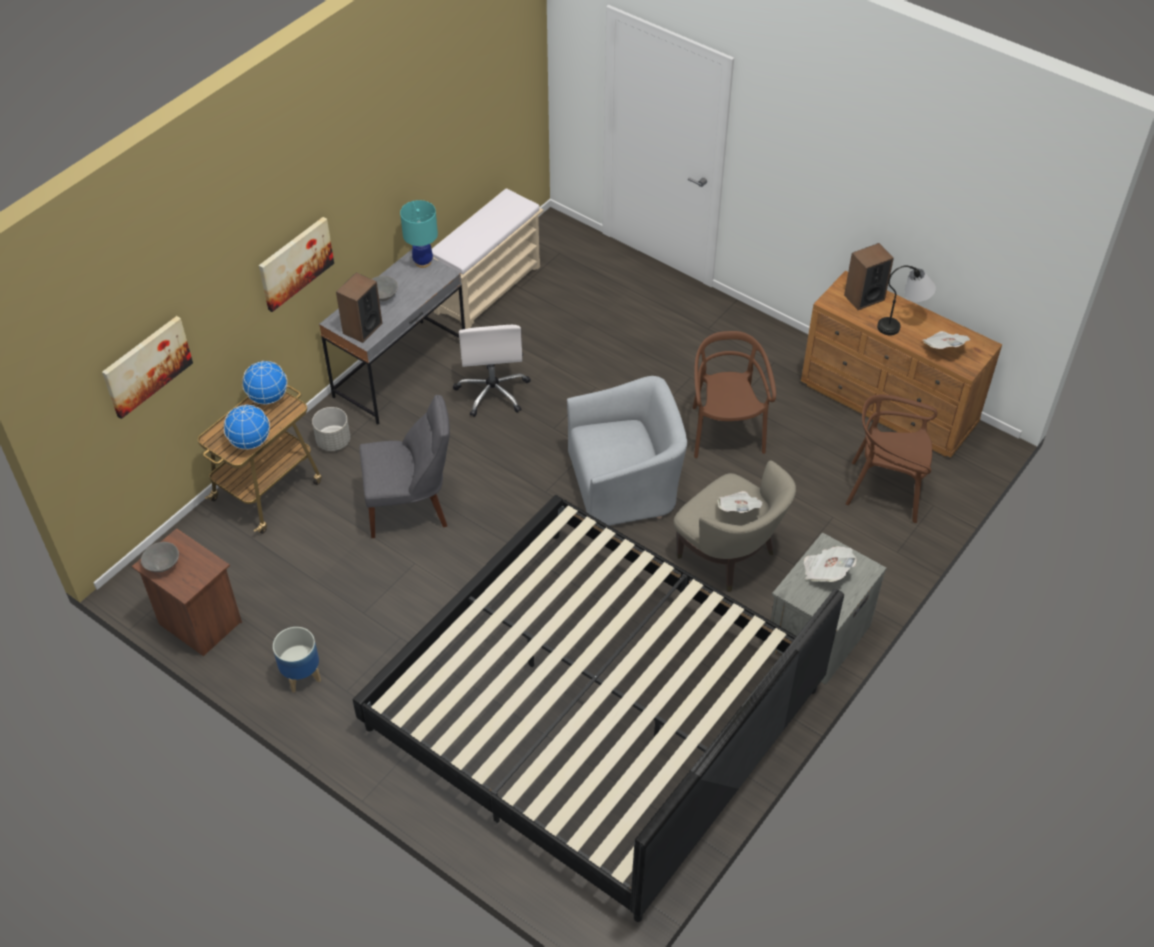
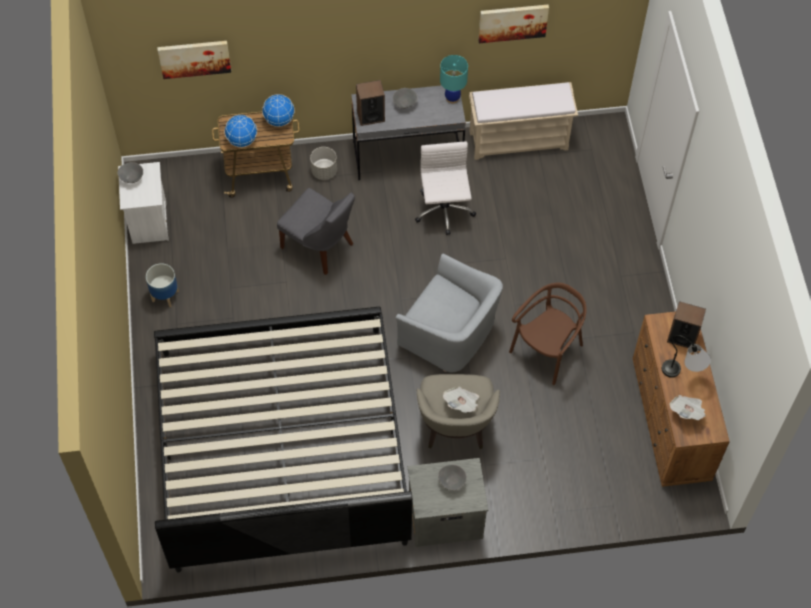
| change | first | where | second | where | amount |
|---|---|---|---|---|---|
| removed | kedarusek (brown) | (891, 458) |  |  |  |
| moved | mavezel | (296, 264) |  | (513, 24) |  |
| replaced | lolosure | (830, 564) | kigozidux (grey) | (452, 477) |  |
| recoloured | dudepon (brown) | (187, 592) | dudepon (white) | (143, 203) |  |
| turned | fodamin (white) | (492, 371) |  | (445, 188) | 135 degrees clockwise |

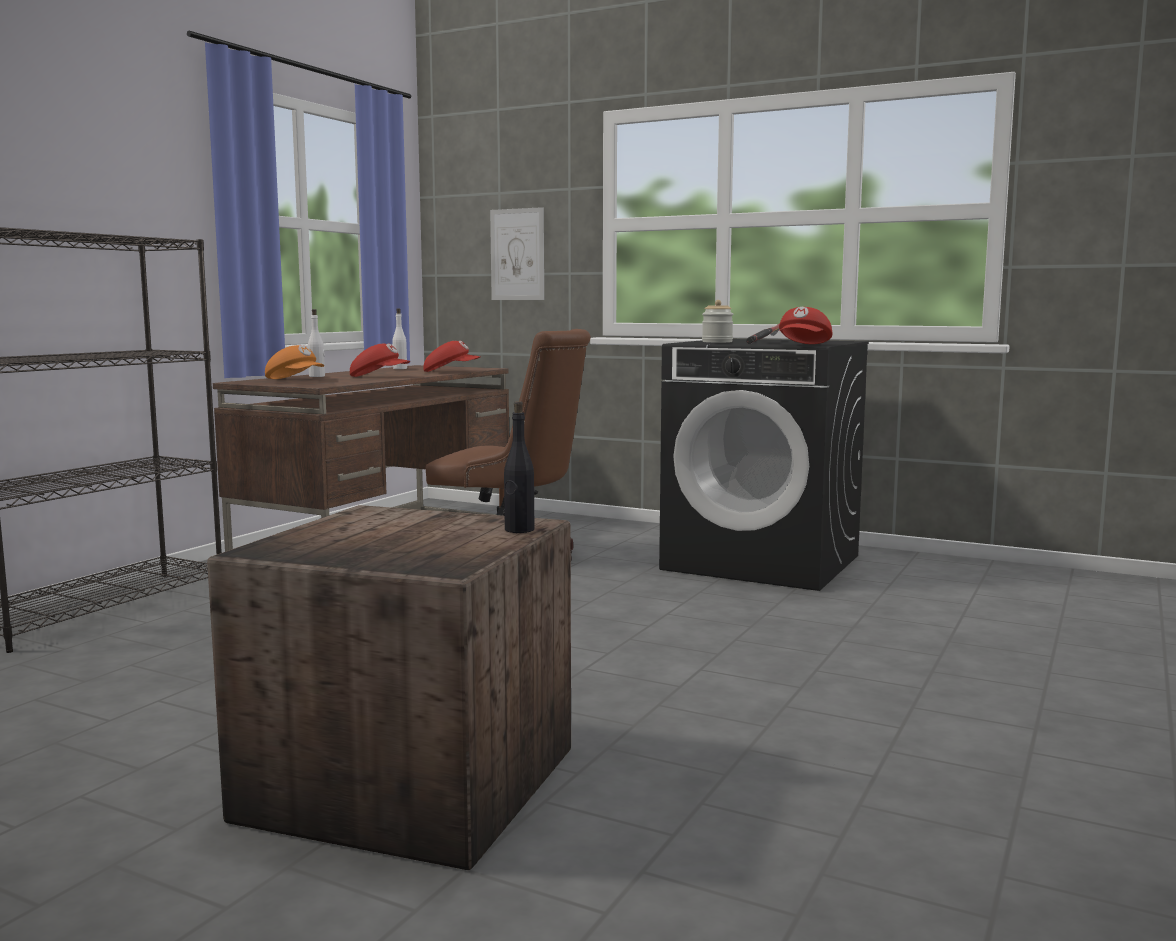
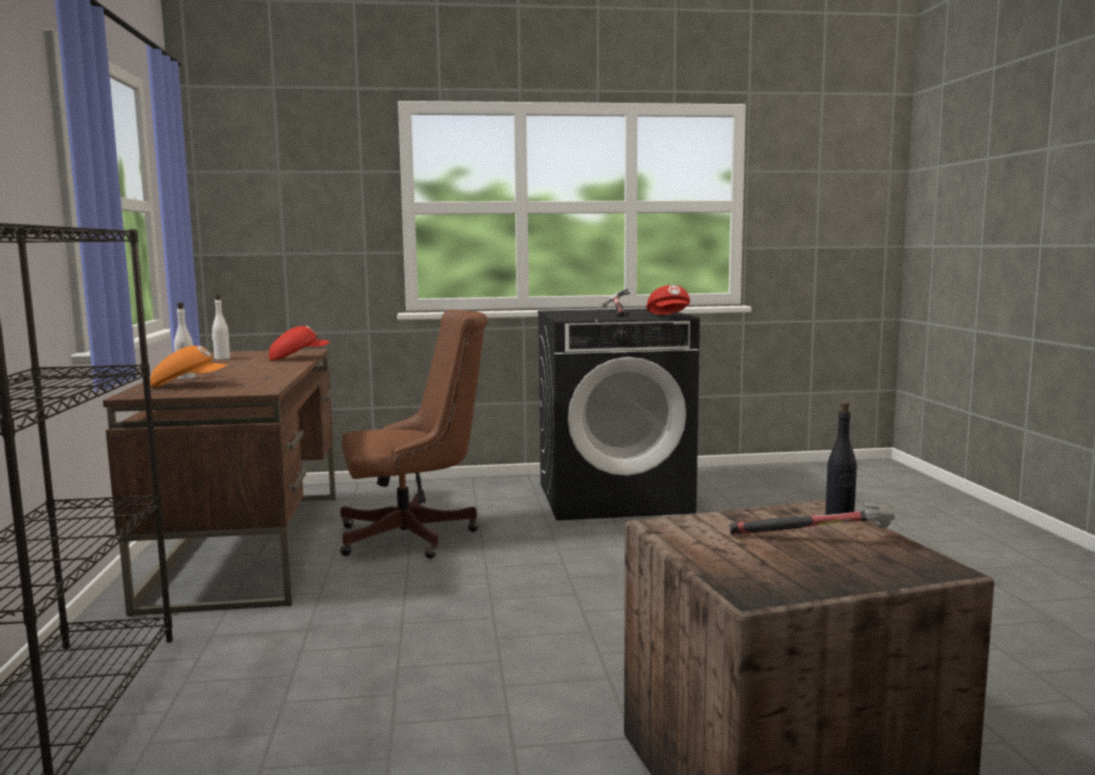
| change | first | where | second | where | amount |
|---|---|---|---|---|---|
| removed | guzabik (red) | (380, 360) |  |  |  |
| removed | mavezel | (517, 253) |  |  |  |
| removed | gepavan | (717, 321) |  |  |  |
| added |  |  | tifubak | (812, 518) |  |

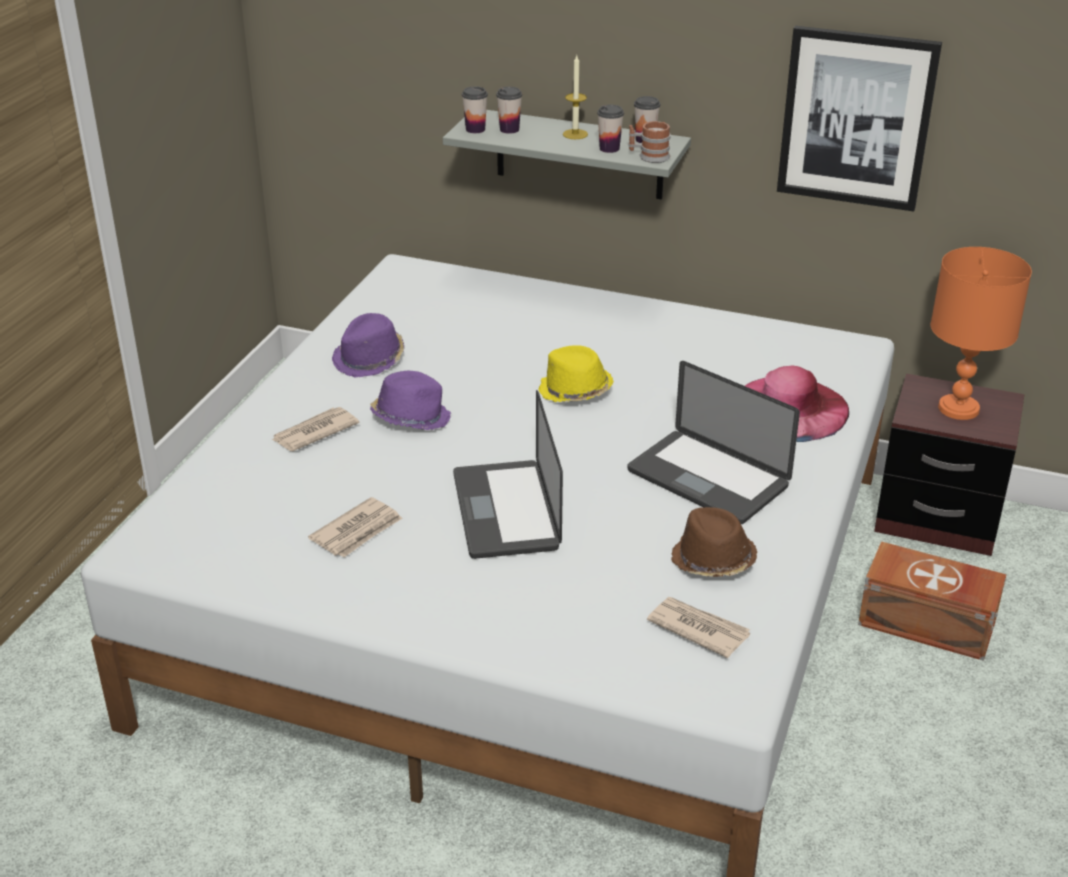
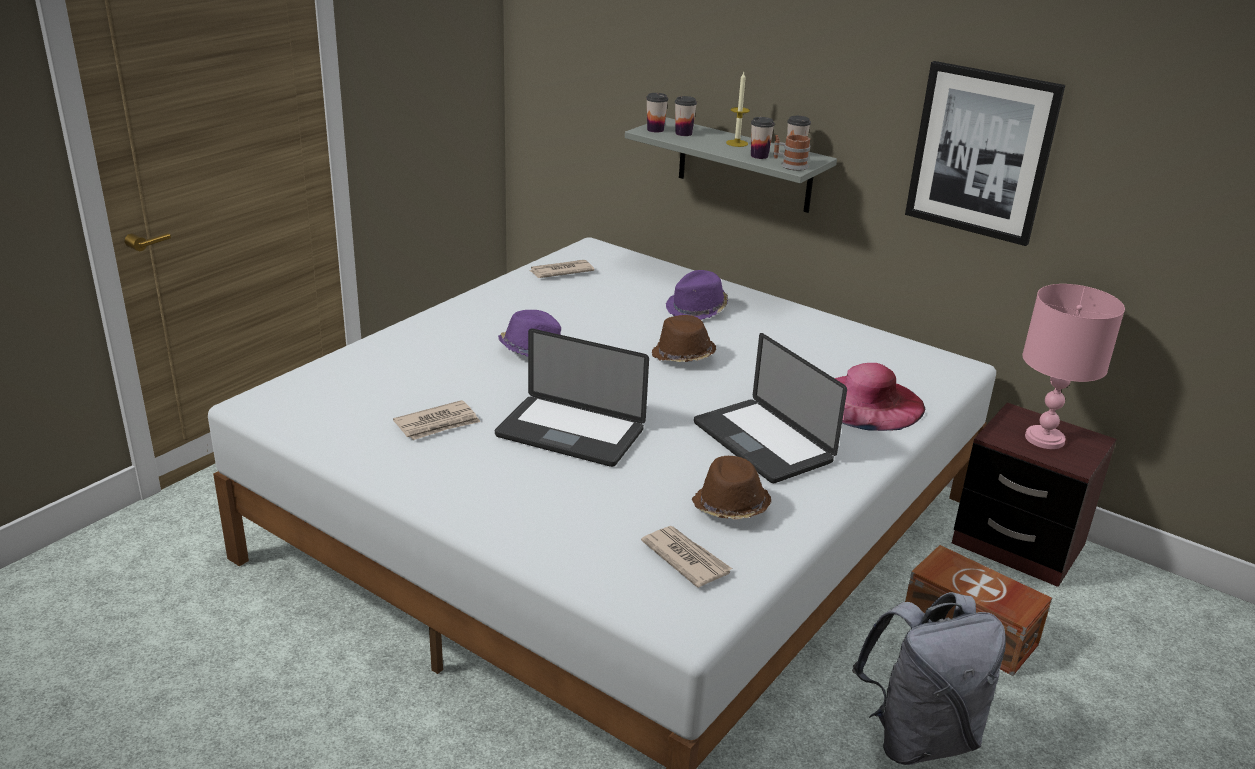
| change | first | where | second | where | amount |
|---|---|---|---|---|---|
| added |  |  | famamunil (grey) | (929, 678) |  |
| moved | lolosure | (316, 429) |  | (561, 269) |  |
| moved | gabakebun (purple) | (368, 345) |  | (697, 295) |  |
| recoloured | gabakebun (yellow) | (576, 373) | gabakebun (brown) | (684, 338) |  |
| recoloured | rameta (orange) | (981, 333) | rameta (pink) | (1073, 366) |  |
| turned | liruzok | (508, 474) |  | (572, 398) | 75 degrees counterclockwise |

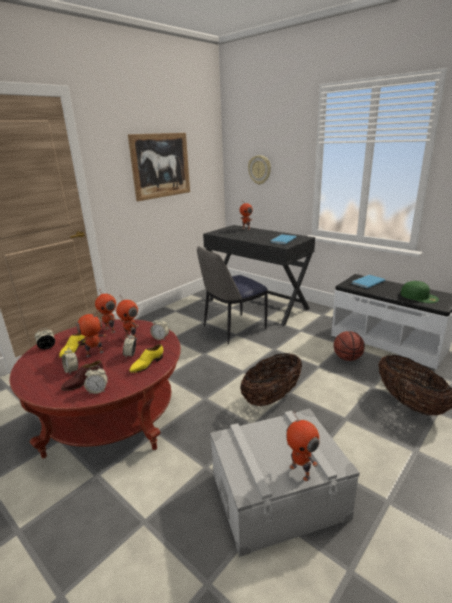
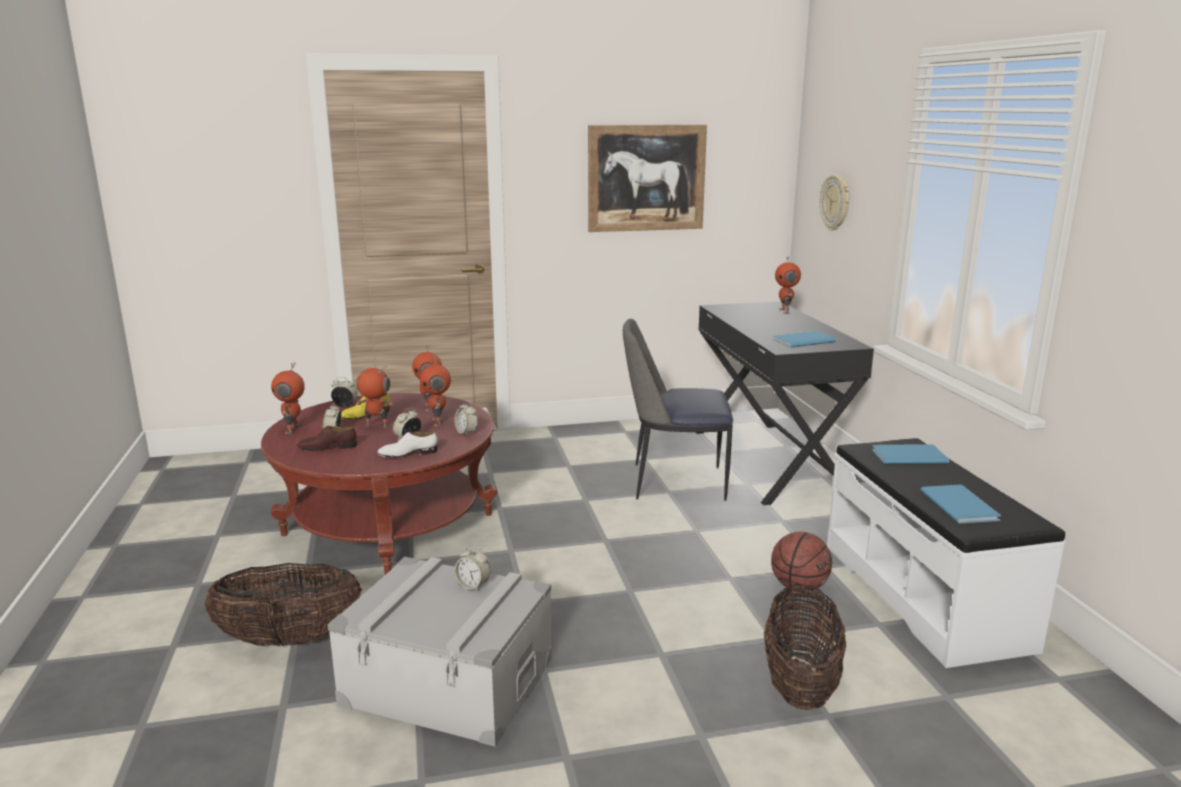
| change | first | where | second | where | amount |
|---|---|---|---|---|---|
| moved | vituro | (96, 380) |  | (472, 568) |  |
| moved | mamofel | (271, 379) |  | (283, 604) |  |
| moved | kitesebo | (303, 445) |  | (288, 398) |  |
| replaced | guzabik (green) | (420, 292) | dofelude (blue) | (961, 504) |  |
| recoloured | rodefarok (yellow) | (146, 358) | rodefarok (white) | (407, 445) |  |

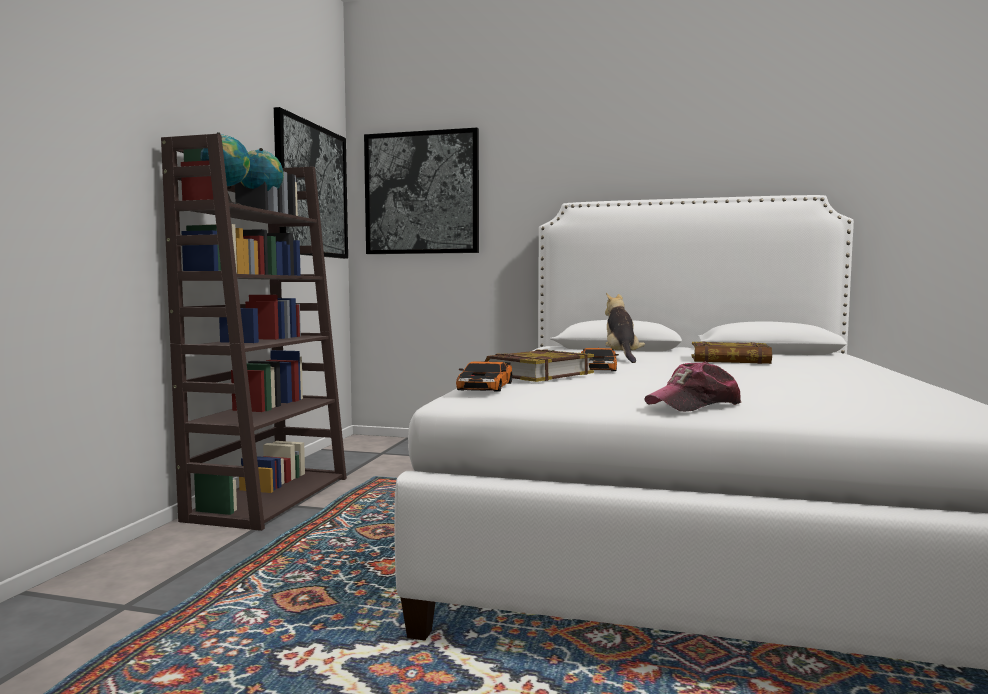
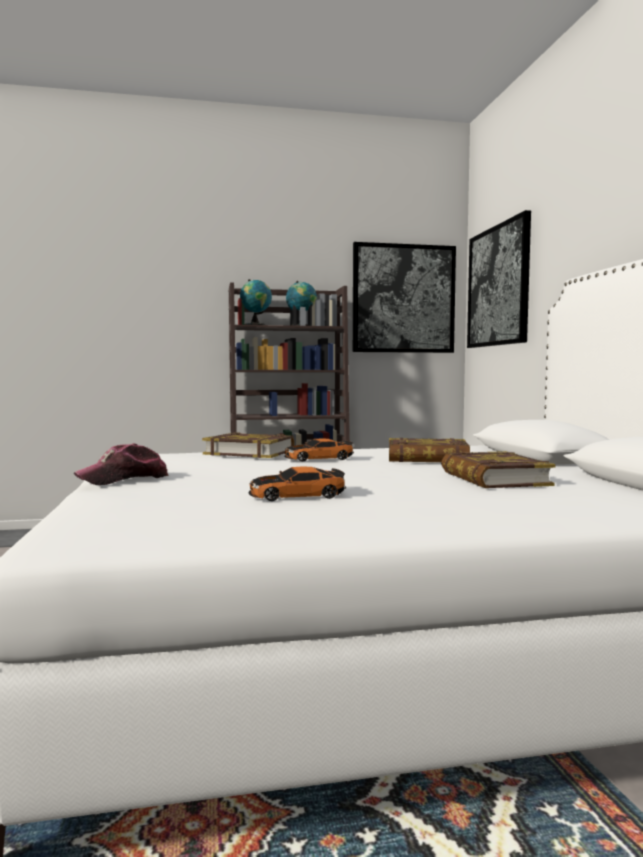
| change | first | where | second | where | amount |
|---|---|---|---|---|---|
| moved | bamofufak | (484, 376) |  | (297, 483) |  |
| replaced | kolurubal | (625, 327) | dofelude | (429, 450) |  |
| turned | guzabik | (692, 387) |  | (121, 464) | 75 degrees counterclockwise |

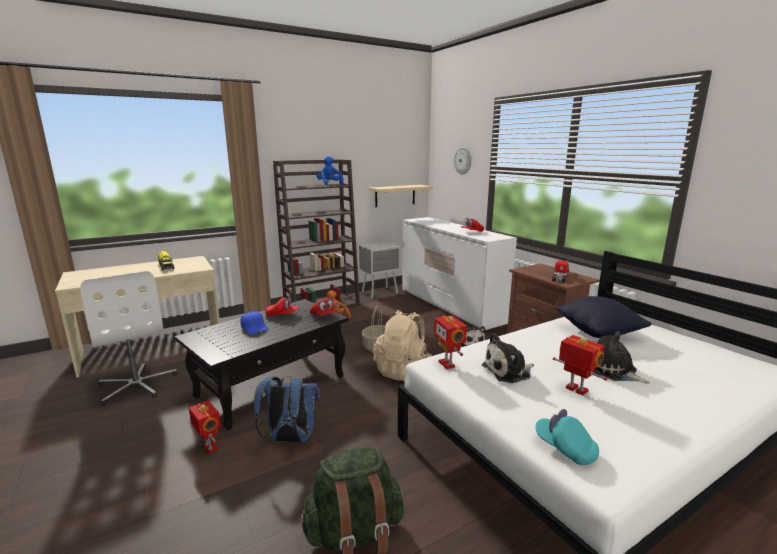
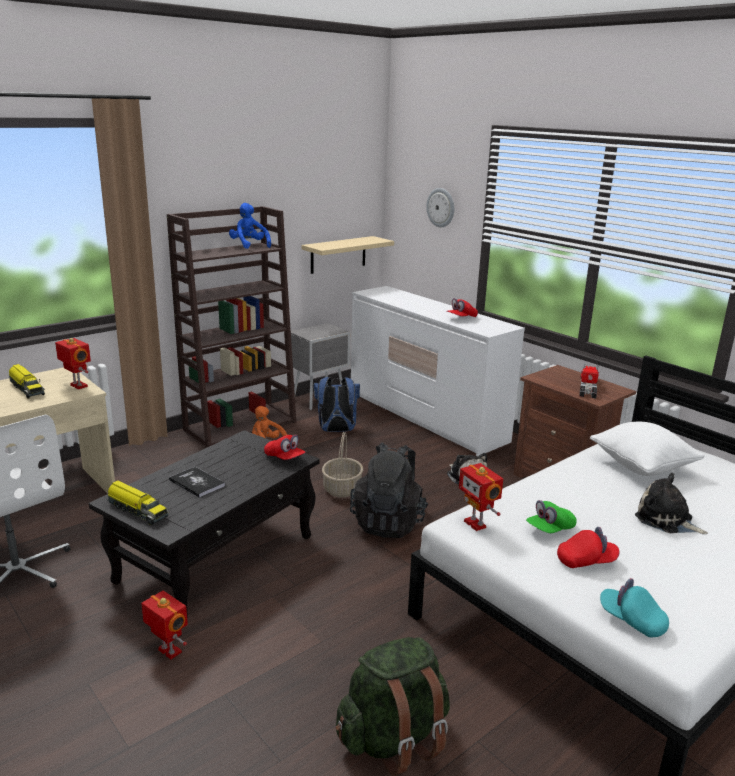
| change | first | where | second | where | amount |
|---|---|---|---|---|---|
| added |  |  | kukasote | (137, 502) |  |
| moved | famamunil (blue) | (287, 409) |  | (336, 404) |  |
| moved | guzabik (red) | (282, 306) |  | (588, 547) |  |
| moved | kitesebo | (580, 365) |  | (73, 363) |  |
| replaced | guzabik (blue) | (254, 323) | dofelude | (197, 482) |  |
| replaced | kolurubal | (508, 358) | guzabik (green) | (551, 516) |  |
| recoloured | famamunil (beige) | (402, 345) | famamunil (black) | (389, 490) |  |
| recoloured | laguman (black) | (603, 317) | laguman (white) | (647, 449) |  |

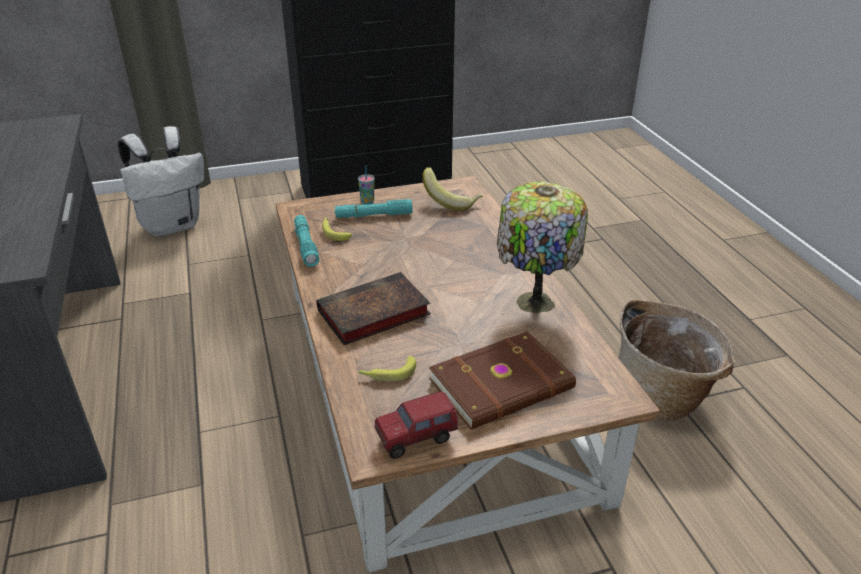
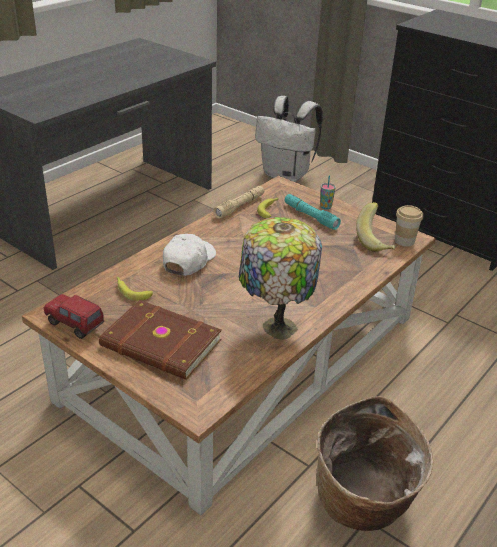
| change | first | where | second | where | amount |
|---|---|---|---|---|---|
| added |  |  | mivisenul | (409, 226) |  |
| replaced | dofelude | (374, 308) | guzabik (white) | (189, 255) |  |
| recoloured | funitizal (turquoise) | (306, 241) | funitizal (beige) | (238, 202) |  |

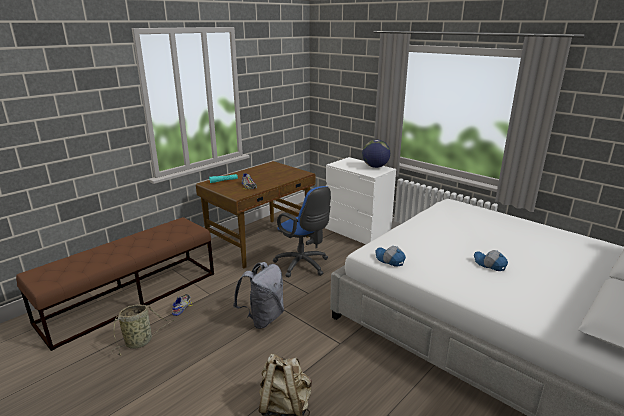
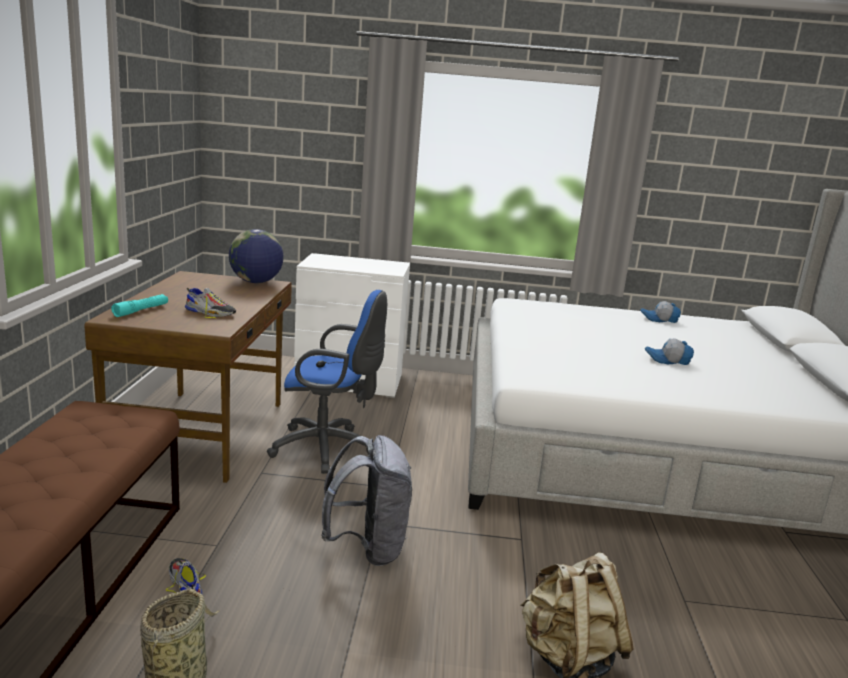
| change | first | where | second | where | amount |
|---|---|---|---|---|---|
| moved | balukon | (376, 154) |  | (256, 256) |  |
| moved | guzabik | (390, 256) |  | (660, 312) |  |

